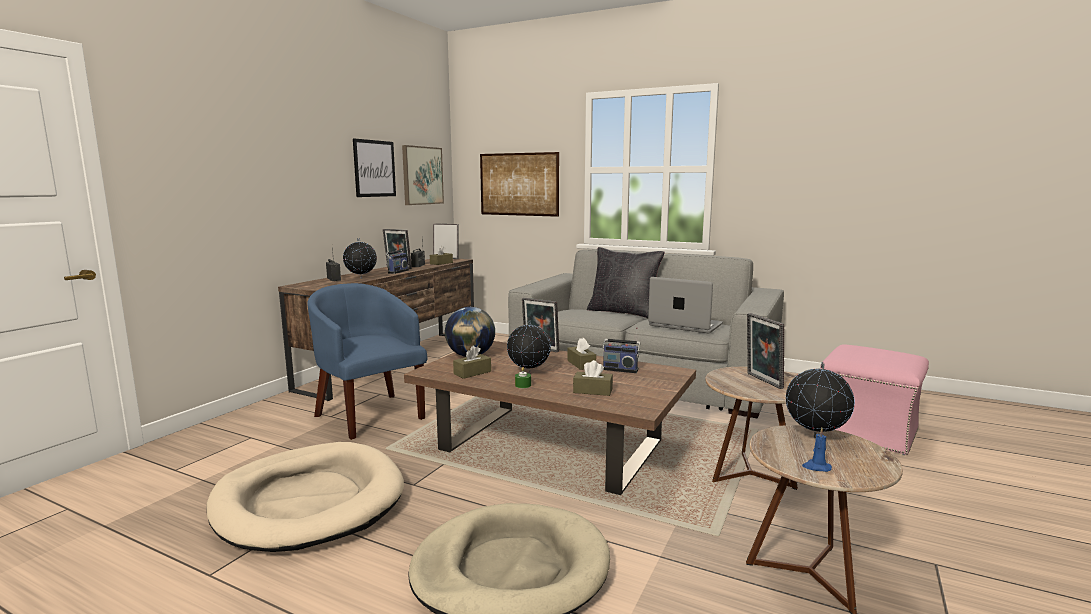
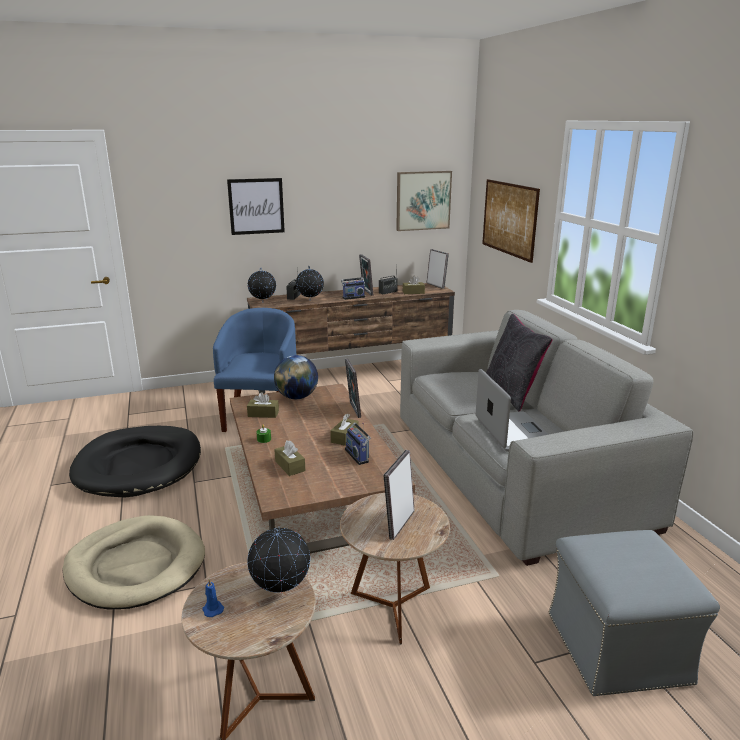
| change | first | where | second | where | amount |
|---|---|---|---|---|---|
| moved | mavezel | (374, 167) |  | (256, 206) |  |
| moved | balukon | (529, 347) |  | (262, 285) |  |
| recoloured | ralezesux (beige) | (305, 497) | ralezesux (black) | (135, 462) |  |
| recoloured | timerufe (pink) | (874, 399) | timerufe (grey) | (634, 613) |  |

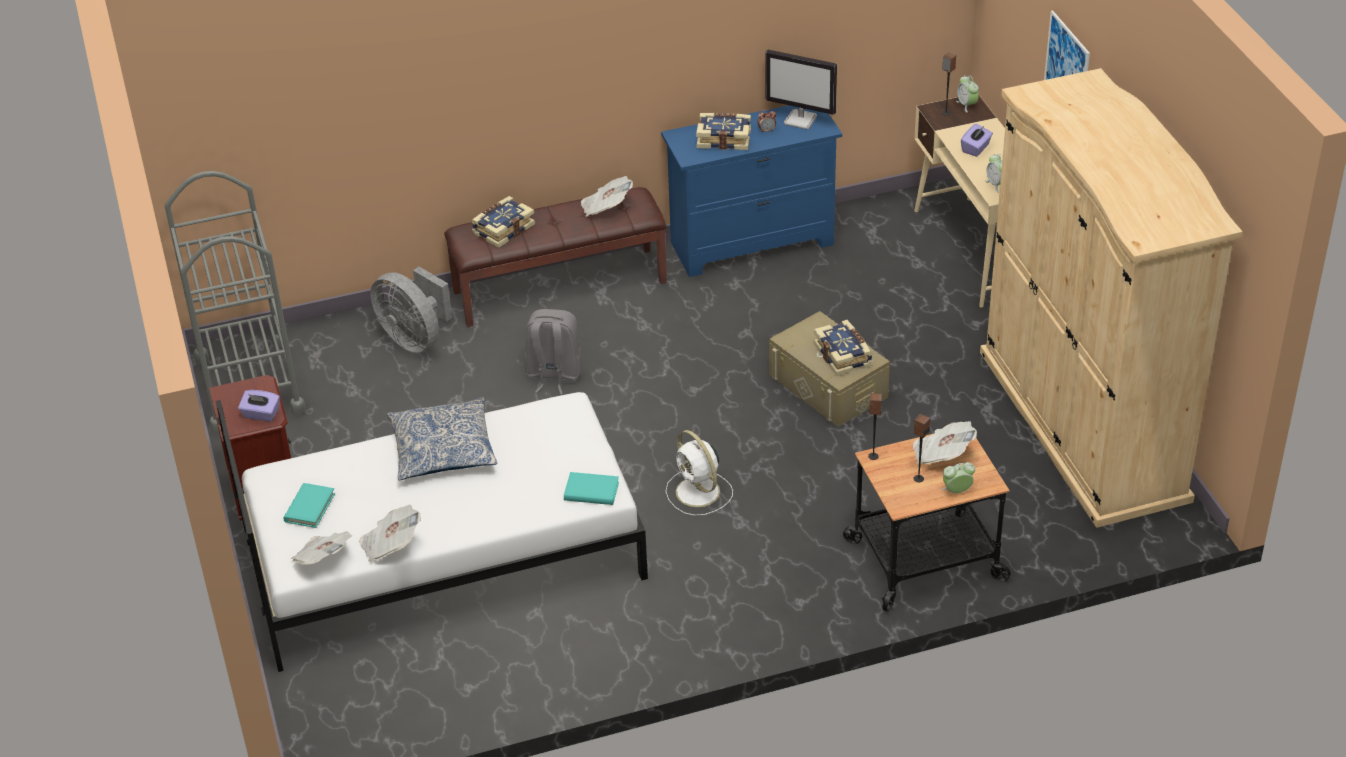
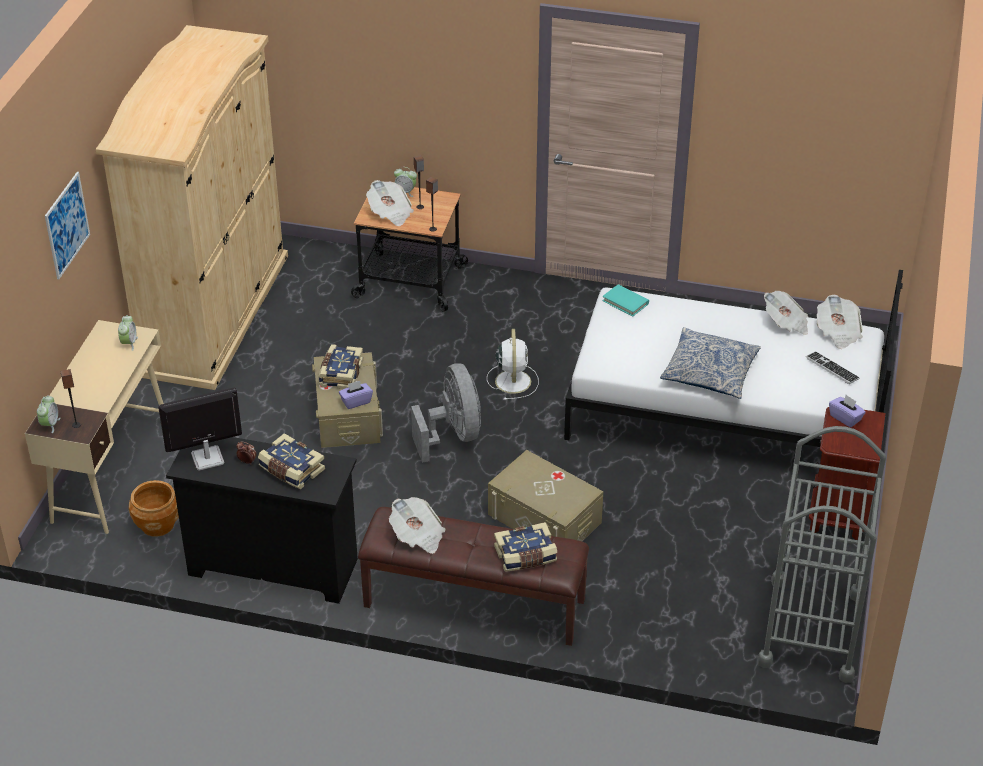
| change | first | where | second | where | amount |
|---|---|---|---|---|---|
| added |  |  | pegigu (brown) | (153, 508) |  |
| moved | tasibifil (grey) | (411, 310) |  | (446, 413) |  |
| moved | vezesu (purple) | (977, 140) |  | (356, 395) |  |
| replaced | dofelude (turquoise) | (309, 505) | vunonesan | (833, 367) |  |
| replaced | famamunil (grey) | (553, 351) | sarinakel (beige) | (545, 495) |  |
| recoloured | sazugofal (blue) | (751, 191) | sazugofal (black) | (262, 520) |  |
| turned | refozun | (801, 89) |  | (200, 429) | 75 degrees counterclockwise |

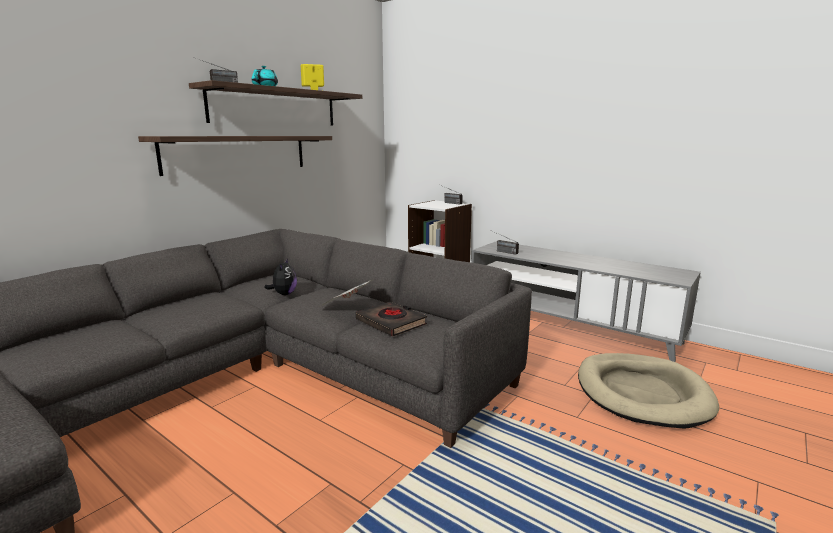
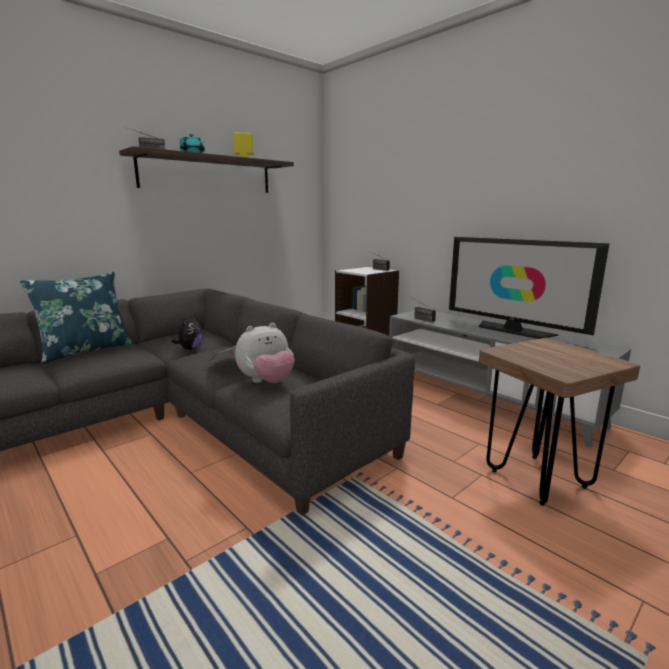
| change | first | where | second | where | amount |
|---|---|---|---|---|---|
| removed | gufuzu | (235, 156) |  |  |  |
| added |  |  | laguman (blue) | (77, 318) |  |
| added |  |  | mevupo | (529, 288) |  |
| replaced | dofelude (black) | (391, 319) | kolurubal | (265, 353) |  |
| replaced | ralezesux (beige) | (648, 391) | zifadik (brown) | (559, 422) |  |

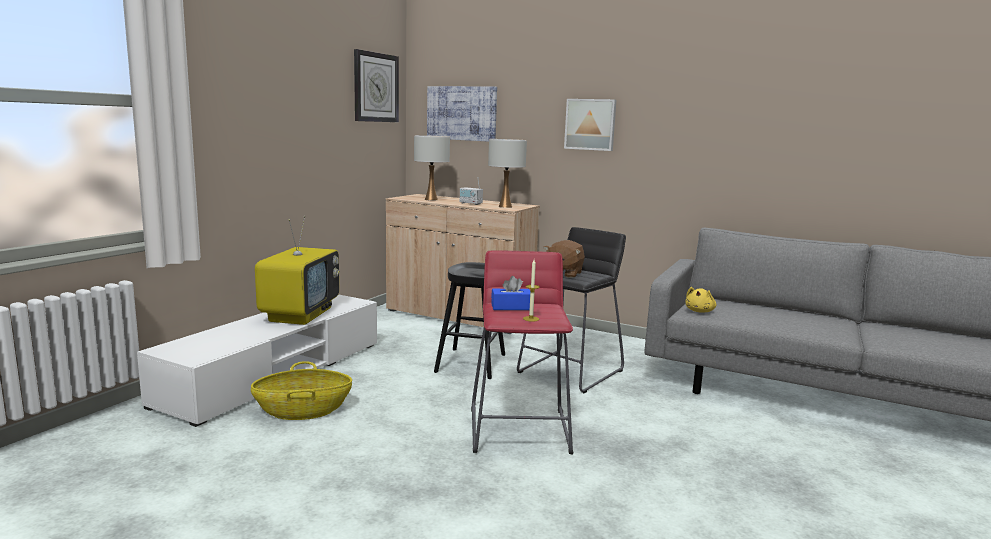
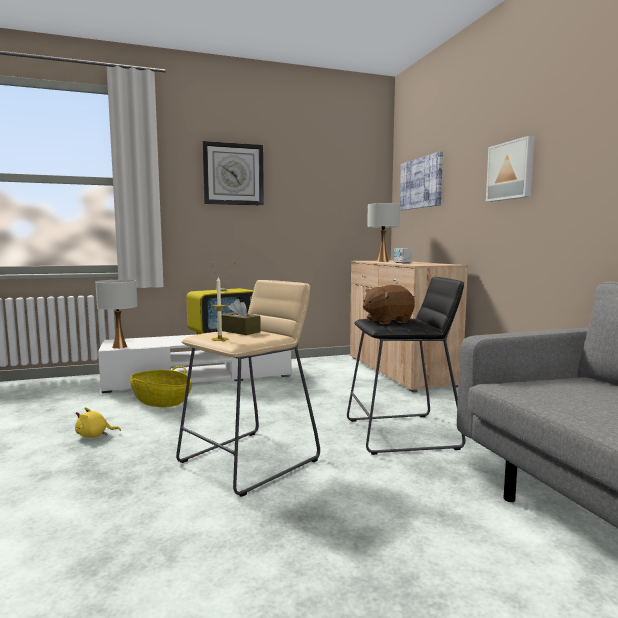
| change | first | where | second | where | amount |
|---|---|---|---|---|---|
| removed | zifadik (black) | (469, 320) |  |  |  |
| moved | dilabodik | (376, 85) |  | (233, 173) |  |
| moved | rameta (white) | (507, 173) |  | (116, 314) |  |
| moved | kolurubal (yellow) | (700, 300) |  | (98, 422) |  |
| recoloured | zifadik (red) | (522, 352) | zifadik (beige) | (248, 388) |  |
| recoloured | vezesu (blue) | (510, 293) | vezesu (brown) | (241, 317) |  |

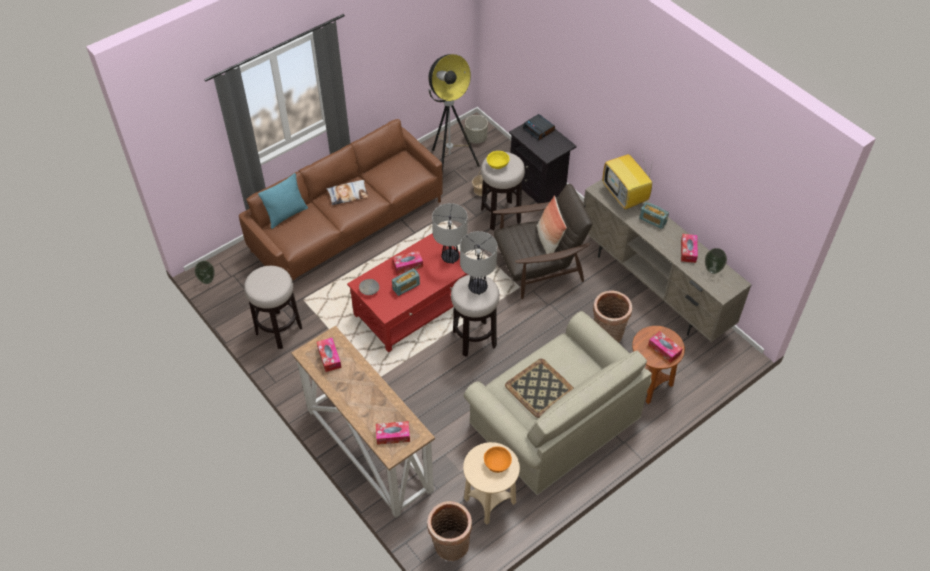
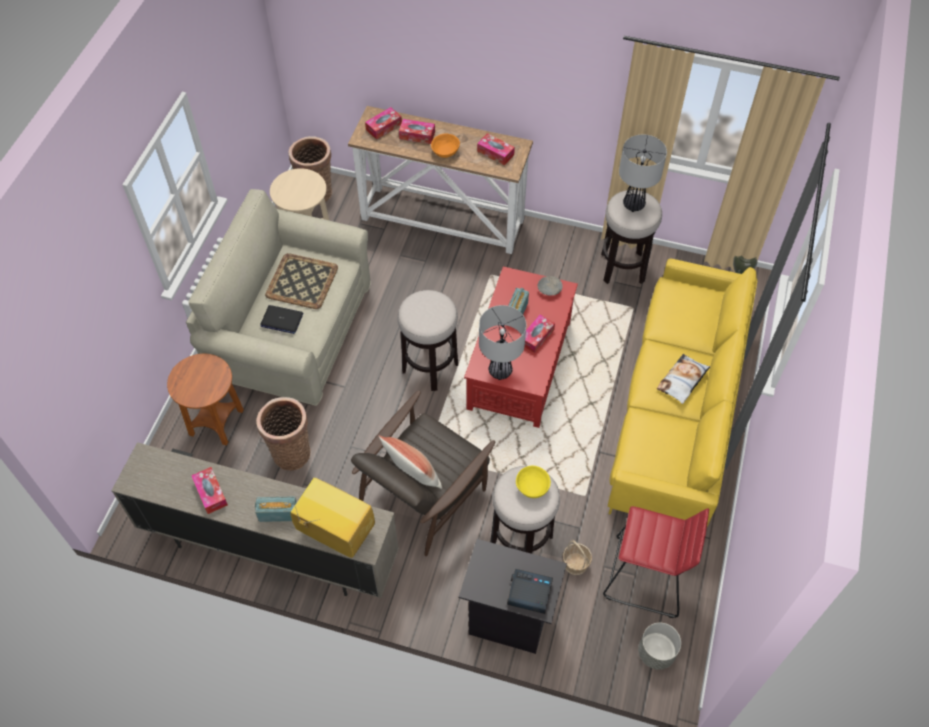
| change | first | where | second | where | amount |
|---|---|---|---|---|---|
| removed | laguman (turquoise) | (283, 201) |  |  |  |
| removed | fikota | (716, 261) |  |  |  |
| added |  |  | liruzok | (282, 319) |  |
| moved | rameta | (478, 263) |  | (643, 173) |  |
| moved | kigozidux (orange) | (498, 459) |  | (445, 146) |  |
| moved | vezesu | (665, 347) |  | (417, 131) |  |
| replaced | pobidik | (454, 114) | zifadik (red) | (656, 562) |  |
| recoloured | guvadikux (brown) | (341, 199) | guvadikux (yellow) | (682, 392) |  |

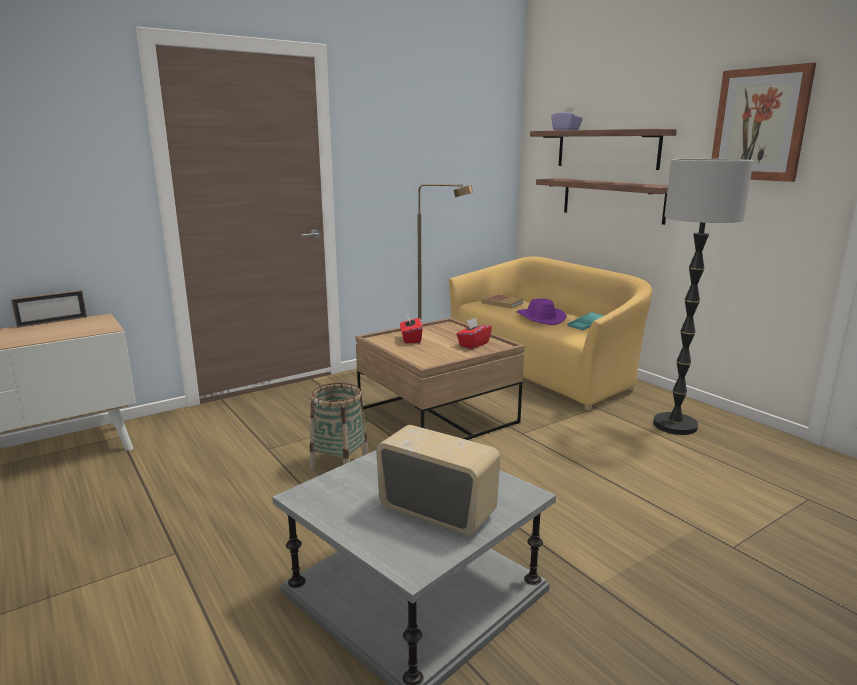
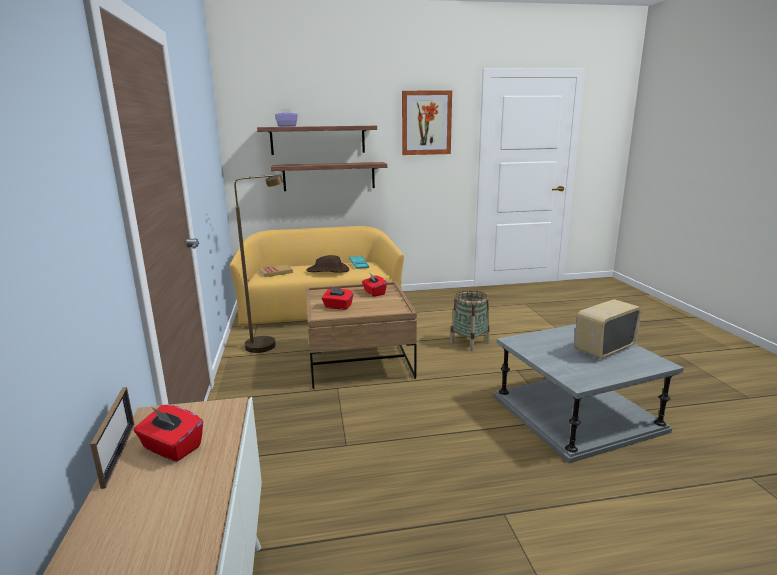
| change | first | where | second | where | amount |
|---|---|---|---|---|---|
| removed | pobidik | (703, 297) |  |  |  |
| added |  |  | vezesu (red) | (168, 433) |  |
| moved | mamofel | (339, 426) |  | (470, 321) |  |
| recoloured | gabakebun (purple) | (541, 311) | gabakebun (brown) | (327, 264) |  |

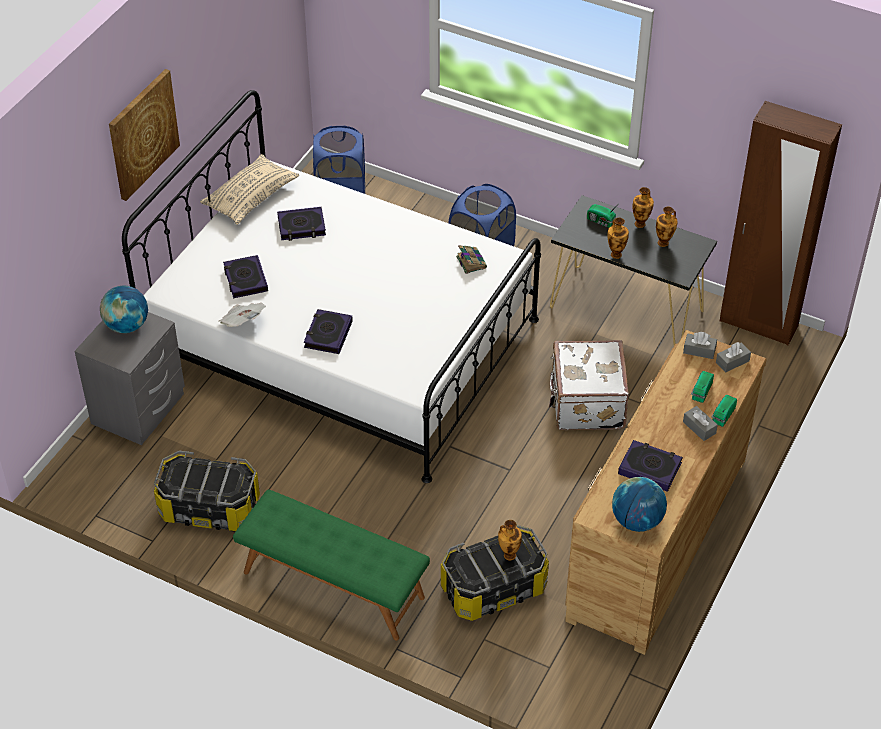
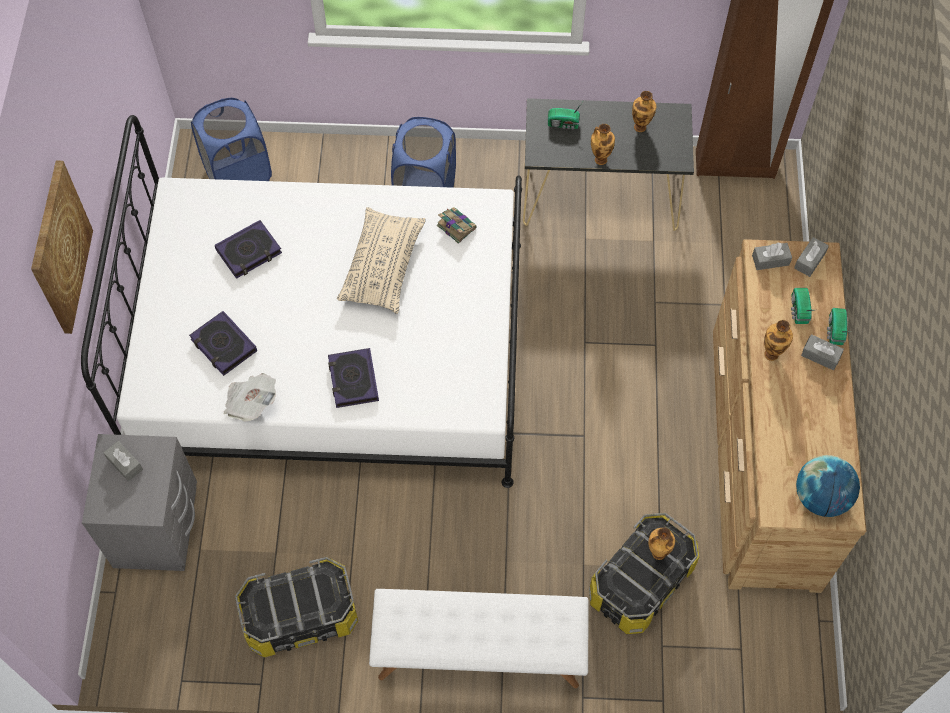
| change | first | where | second | where | amount |
|---|---|---|---|---|---|
| removed | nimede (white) | (589, 385) |  |  |  |
| removed | dofelude | (650, 466) |  |  |  |
| moved | laguman (beige) | (249, 189) |  | (381, 260) |  |
| moved | fikota | (643, 207) |  | (778, 340) |  |
| replaced | balukon | (124, 309) | vezesu (grey) | (123, 461) |  |
| recoloured | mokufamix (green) | (331, 565) | mokufamix (white) | (478, 638) |  |

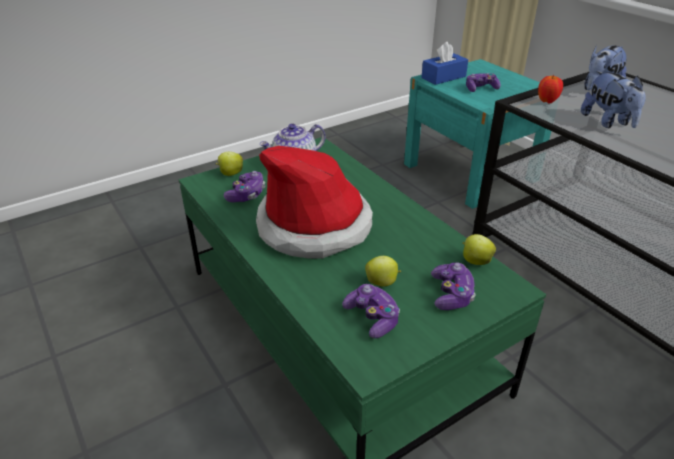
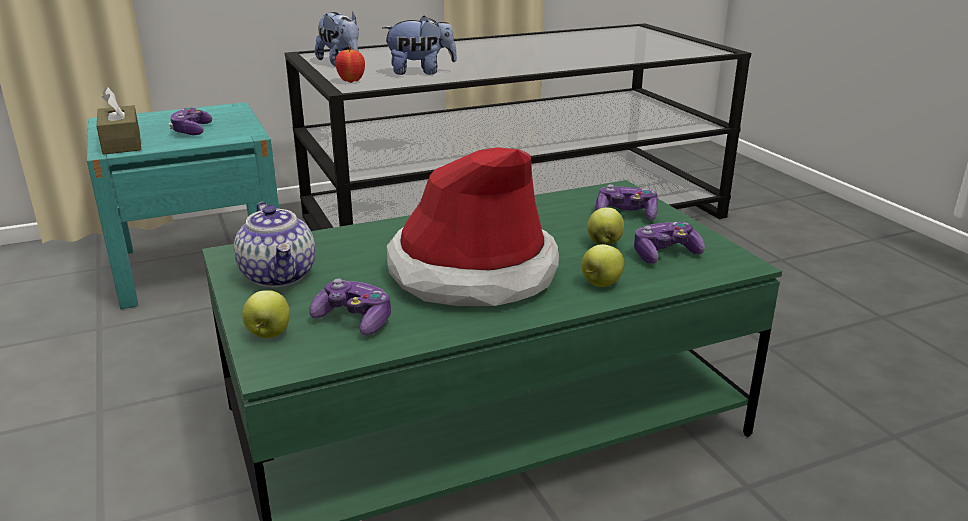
| change | first | where | second | where | amount |
|---|---|---|---|---|---|
| moved | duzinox | (479, 249) |  | (603, 265) |  |
| recoloured | vezesu (blue) | (444, 63) | vezesu (brown) | (118, 121) |  |

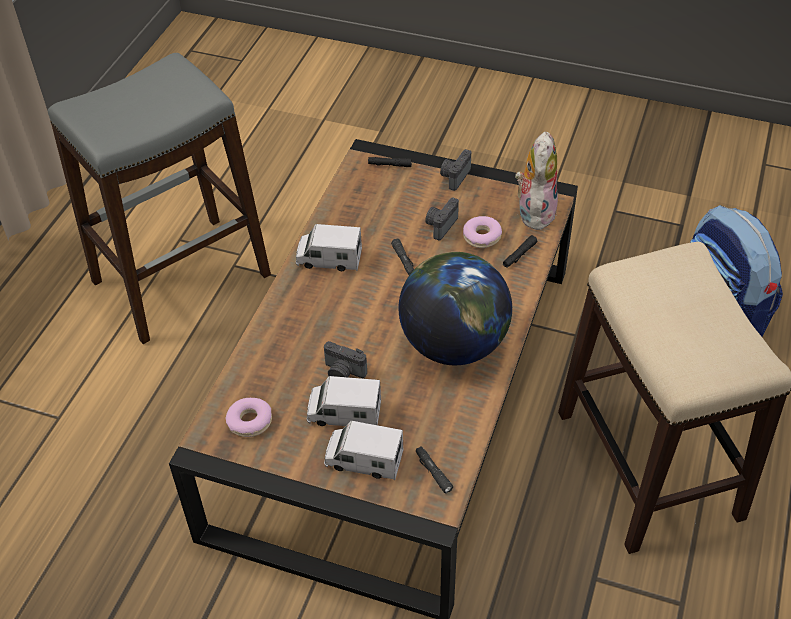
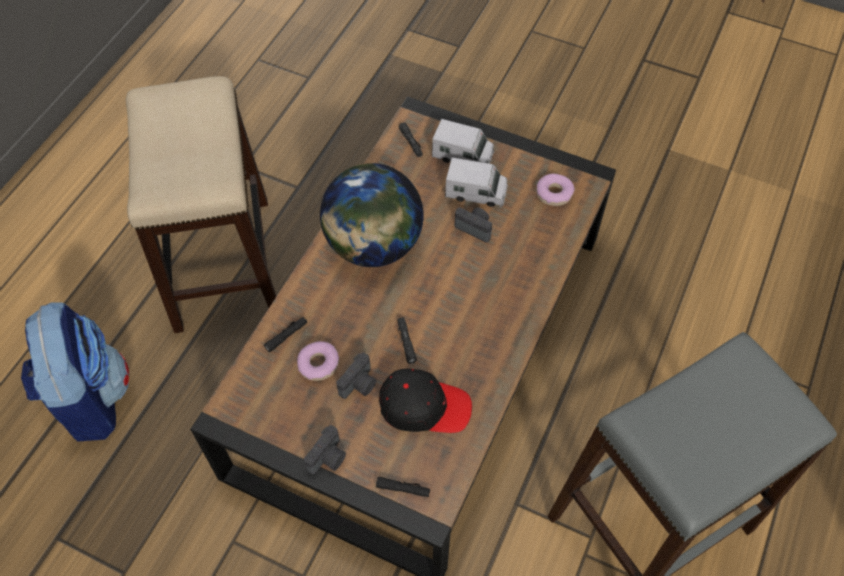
| change | first | where | second | where | amount |
|---|---|---|---|---|---|
| removed | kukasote | (329, 248) |  |  |  |
| removed | kolurubal | (536, 181) |  |  |  |
| added |  |  | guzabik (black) | (425, 401) |  |

